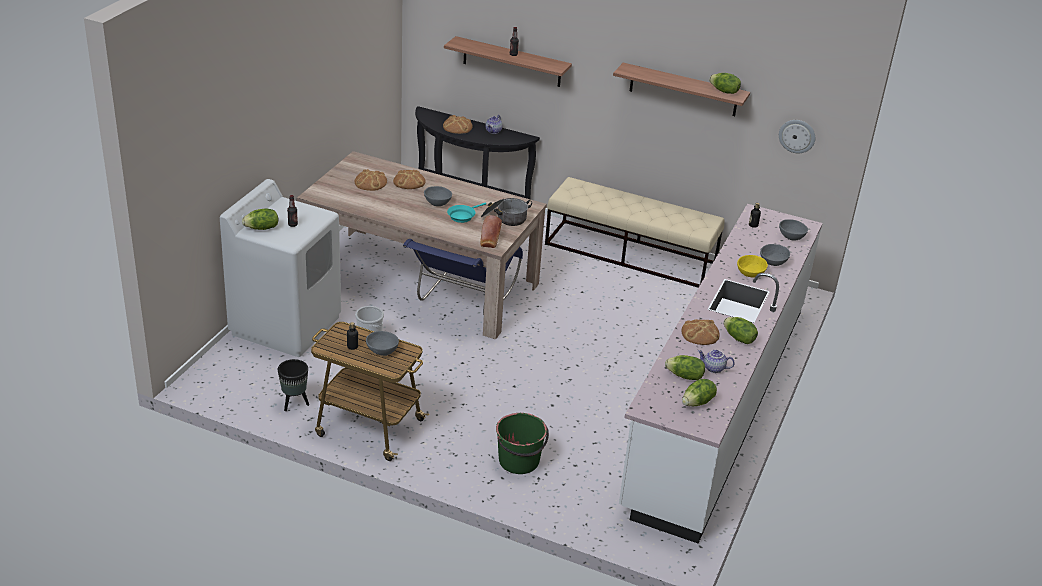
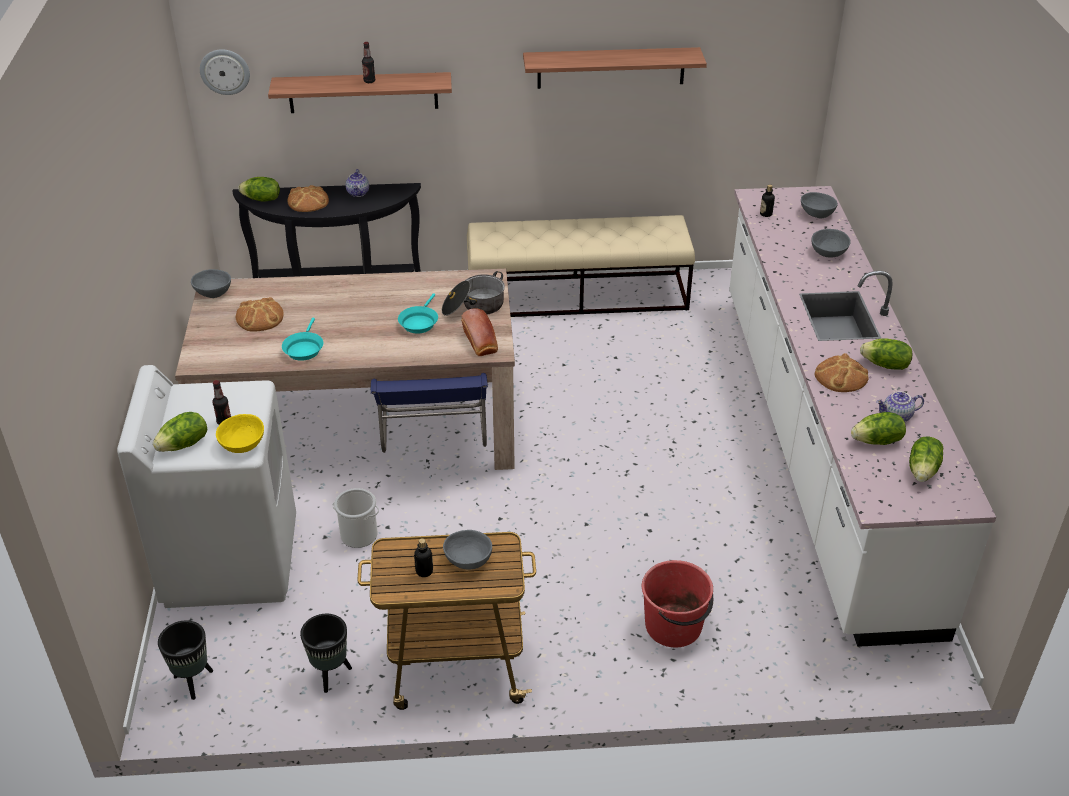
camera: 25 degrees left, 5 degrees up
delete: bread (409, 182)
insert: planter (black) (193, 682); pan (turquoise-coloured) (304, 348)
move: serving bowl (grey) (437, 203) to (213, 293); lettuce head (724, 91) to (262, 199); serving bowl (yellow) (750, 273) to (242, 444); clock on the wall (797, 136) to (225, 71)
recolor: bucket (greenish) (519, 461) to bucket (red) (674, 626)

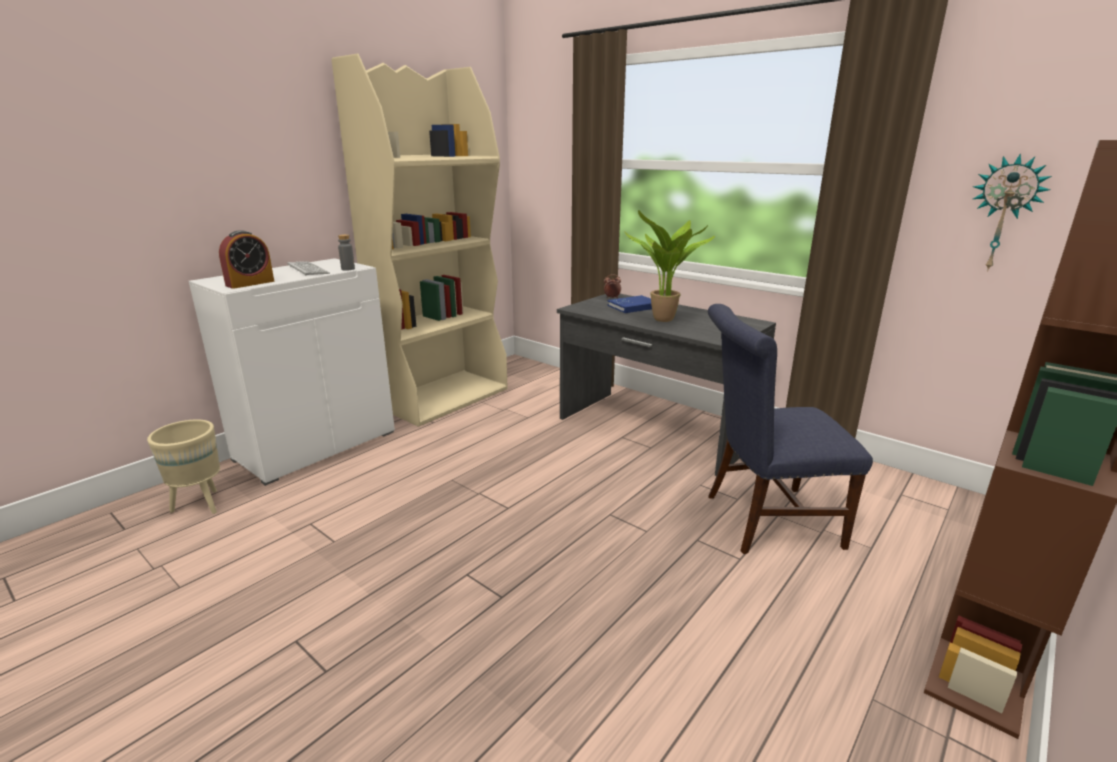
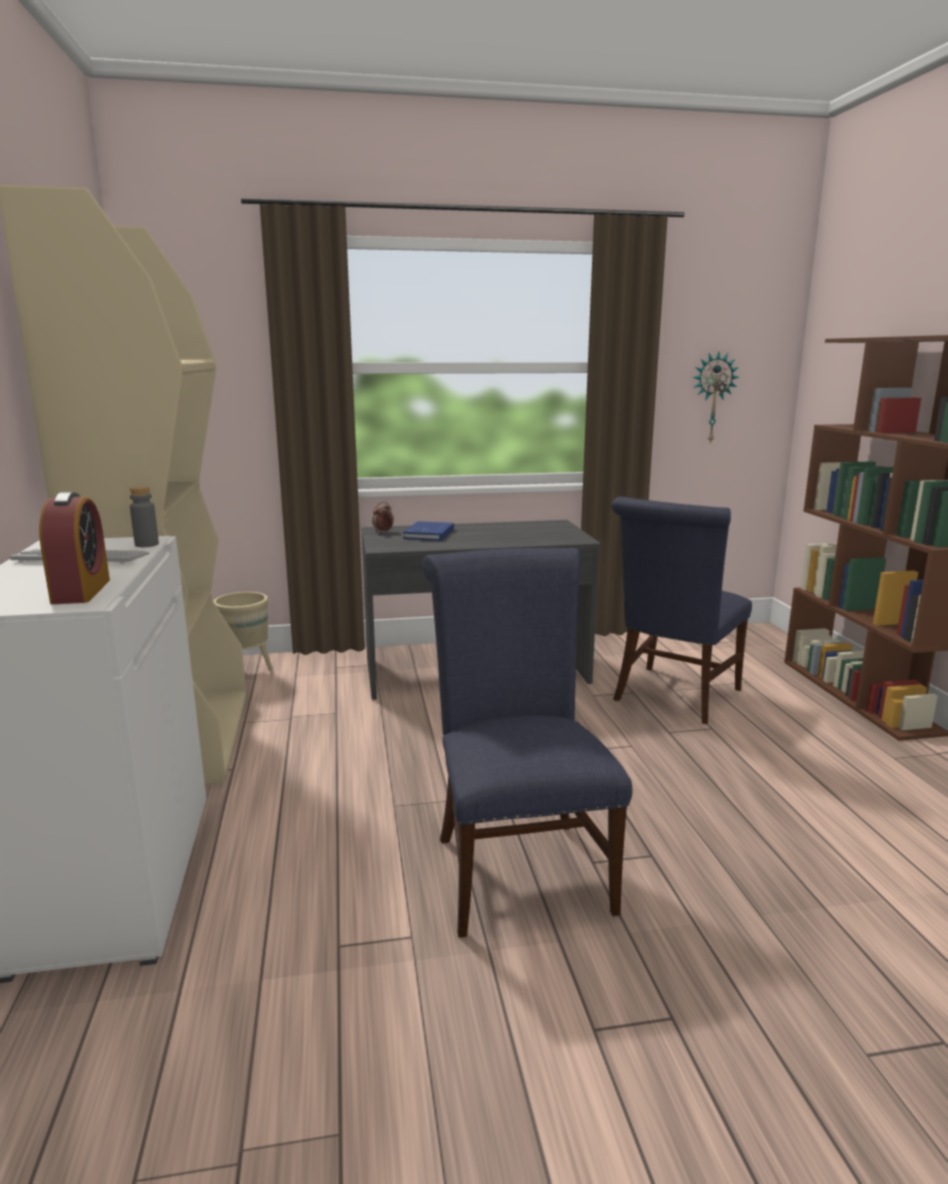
camera: 50 degrees left, 5 degrees down
delete: potted plant (665, 321)
insert: upright chair (bluish) (518, 866)
move: planter (sand-coloured) (200, 505) to (246, 673)

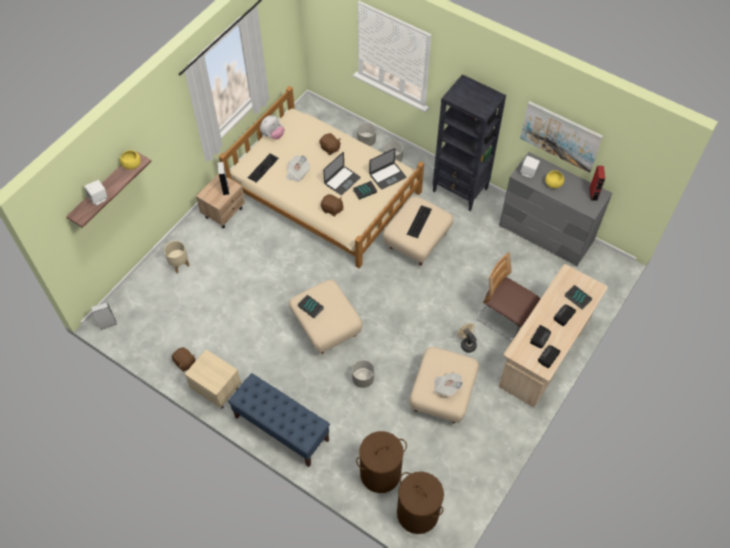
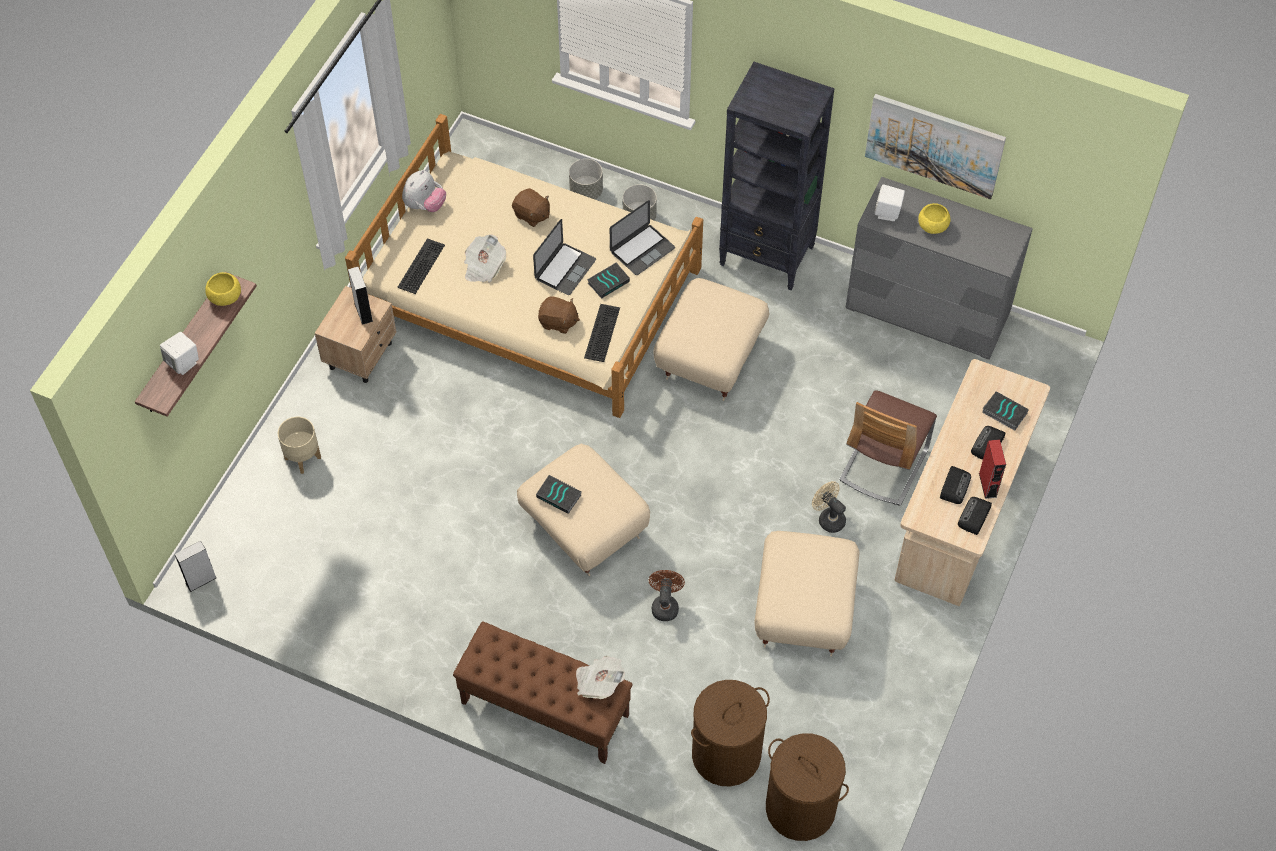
camera: 10 degrees left, 0 degrees up
delete: soft toy (brownish) (185, 363); nightstand (sand-coloured) (216, 389)
move: computer keyboard (418, 221) to (601, 332); newspaper (446, 387) to (598, 683); loudspeaker (red) (593, 194) to (987, 485)
replace: planter (grey) (363, 379) to electric fan (brownish) (665, 605)
recolor: long seat (bluish) (281, 428) to long seat (brownish) (544, 708)
rotate: upright chair (504, 317) = (884, 464) 90 degrees counterclockwise

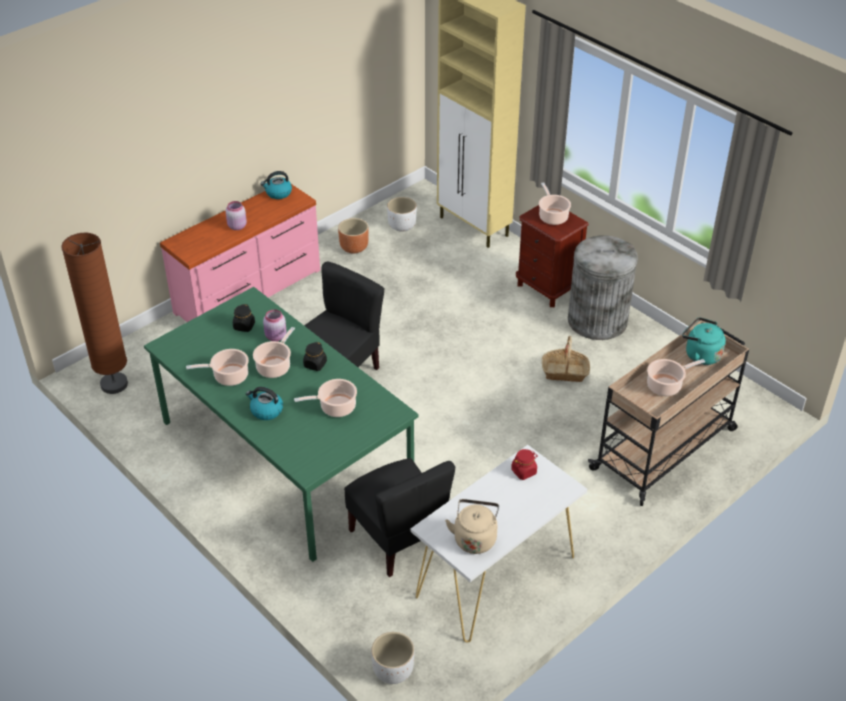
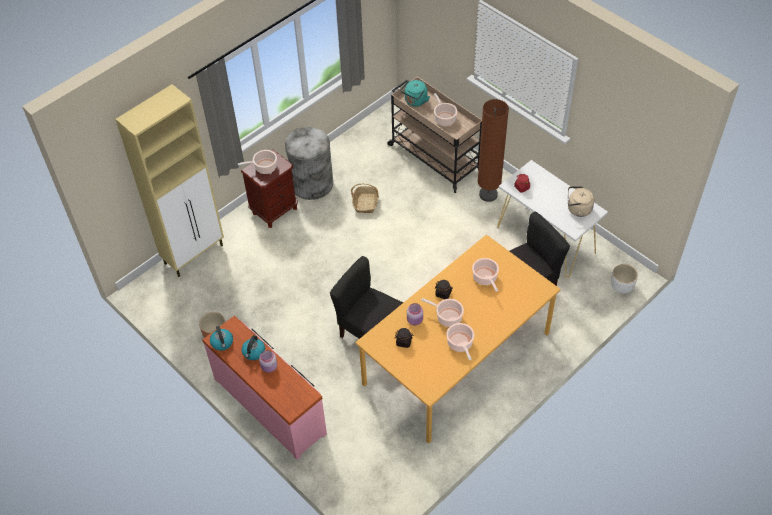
camera: 90 degrees left, 10 degrees up
delete: planter (white) (402, 226)
move: standard lamp (brownish) (114, 384) to (488, 195); kettle (266, 411) to (254, 352)
recolor: dinner table (greenish) (284, 456) to dinner table (orange-coloured) (457, 359)

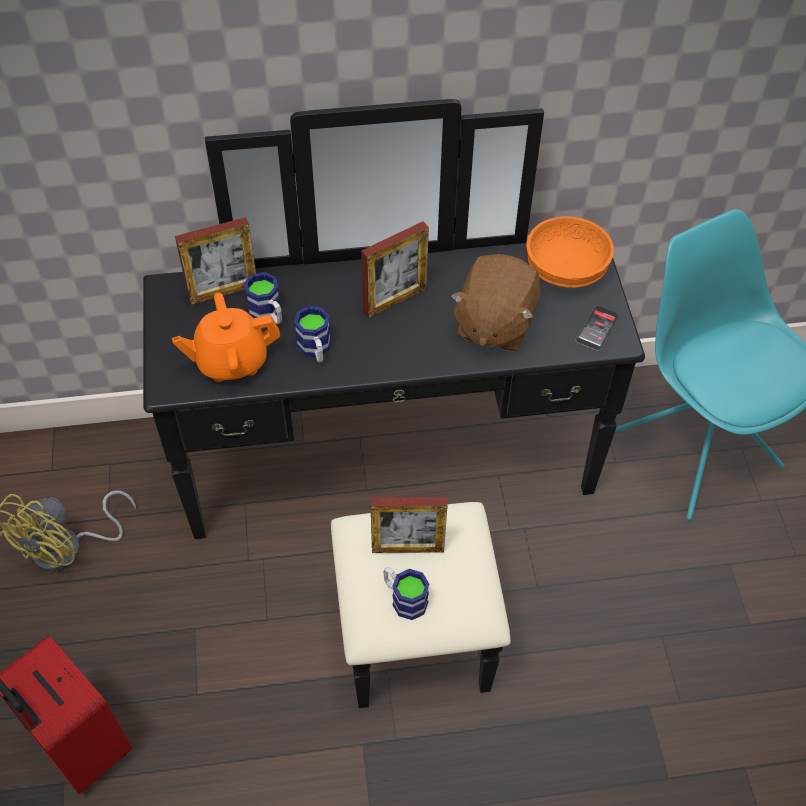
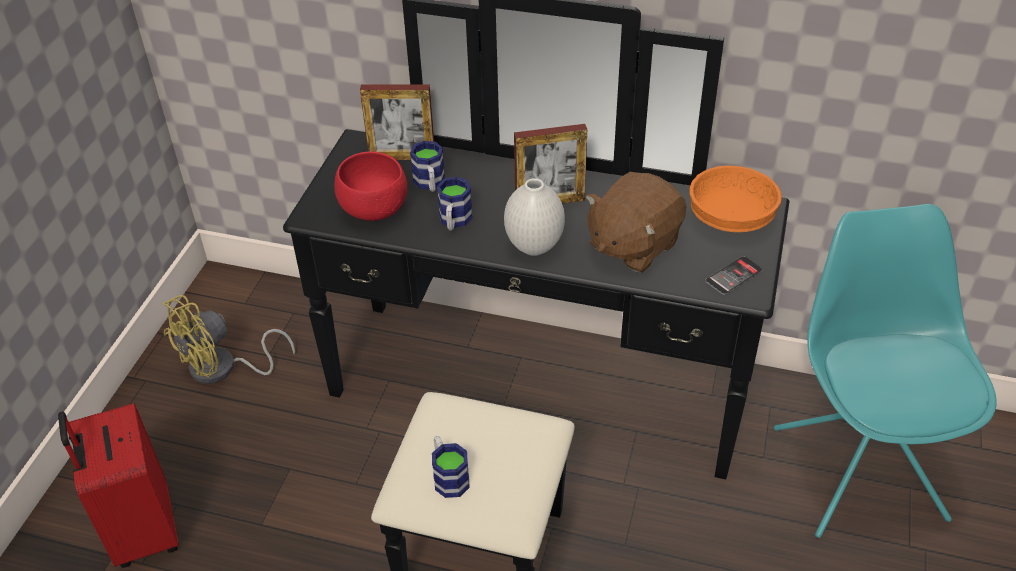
camera: 25 degrees right, 10 degrees down
delete: standing frame (407, 548)
insert: vase (white) (535, 247)
replace: tea pot (orange-coloured) (231, 361) to serving bowl (red) (376, 210)

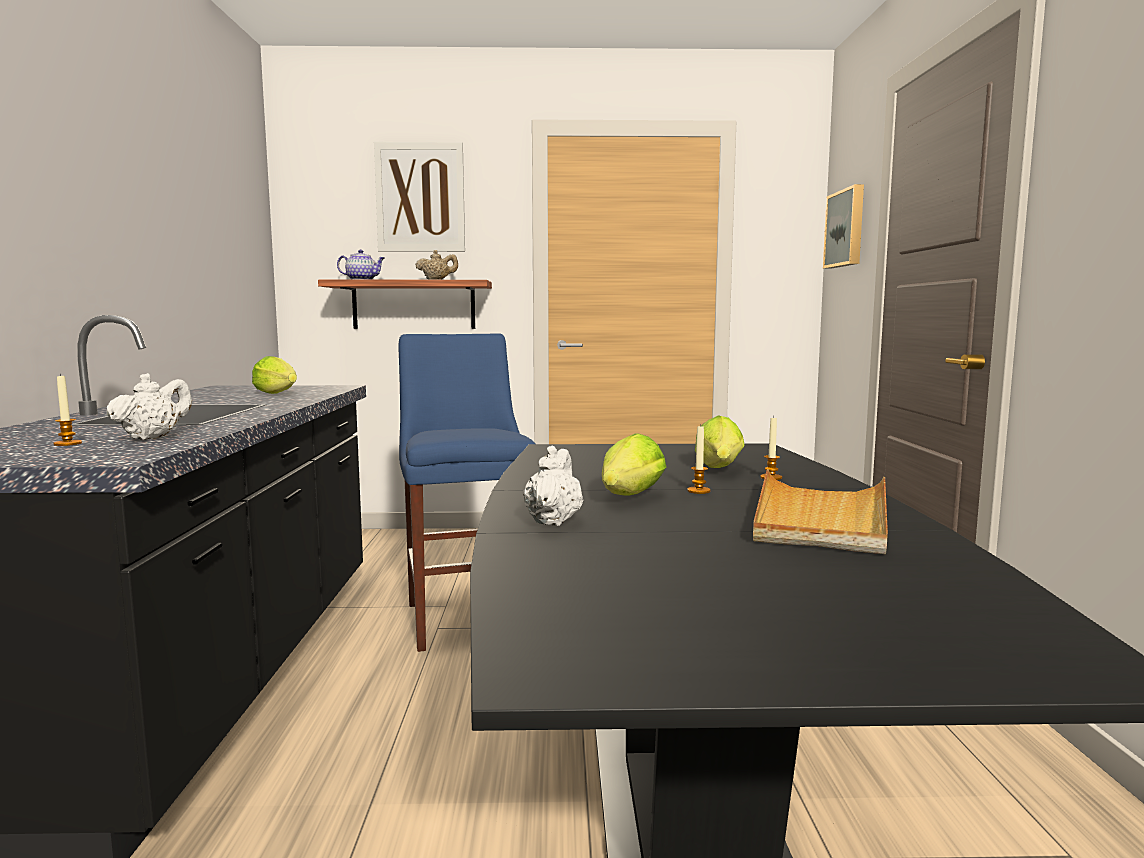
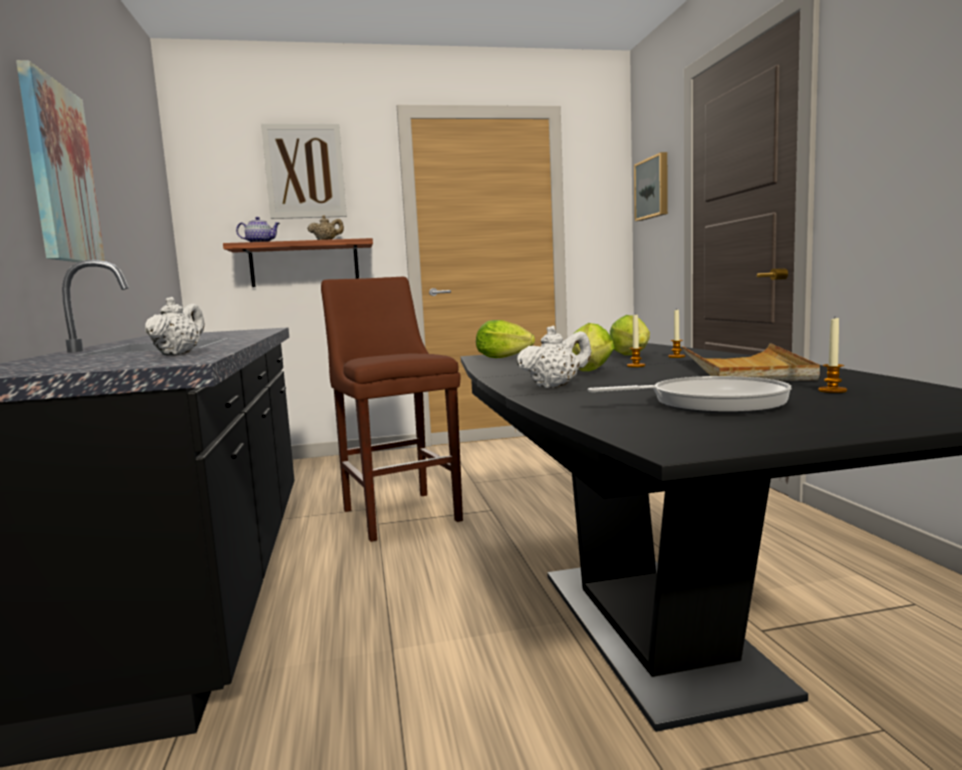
camera: 10 degrees left, 0 degrees up
insert: wall picture (59, 173); pan (709, 403)
move: wax candle (67, 443) to (832, 390); lettuce head (278, 394) to (506, 358)
recolor: sitting stool (bluish) (468, 617) to sitting stool (brownish) (399, 513)
rotate: tea pot (white) (553, 521) = (555, 386) 60 degrees clockwise

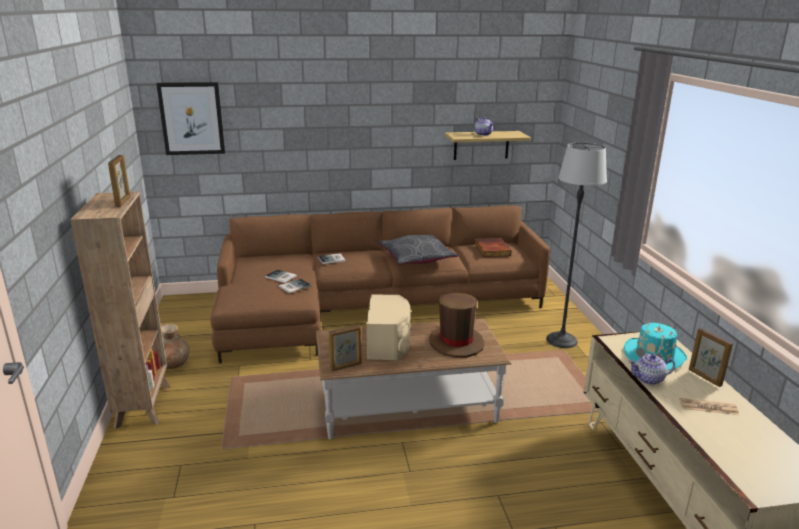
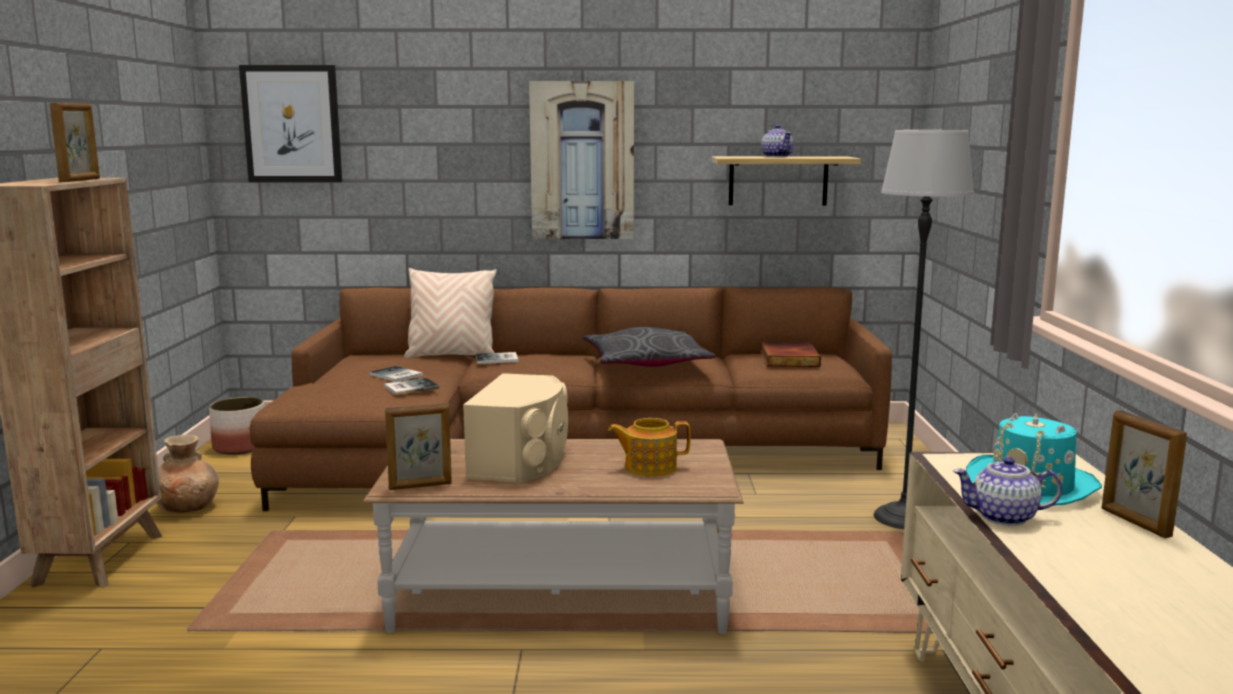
camera: 10 degrees right, 10 degrees down
delete: newspaper (708, 407)
insert: planter (240, 447); pillow (sand-coloured) (451, 355); wall picture (582, 161)
replace: wearable hat (brownish) (456, 343) to tea pot (649, 467)

